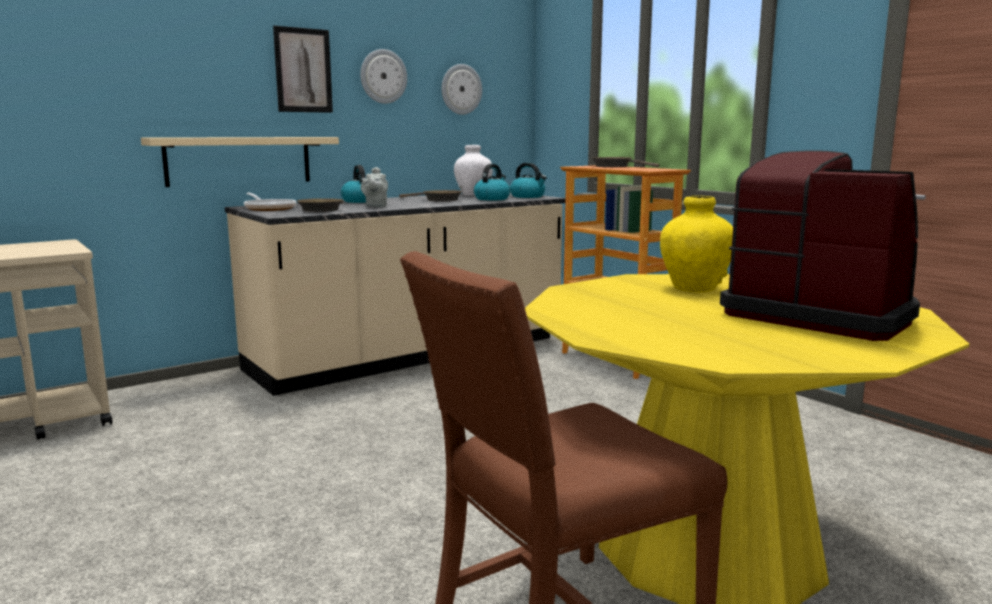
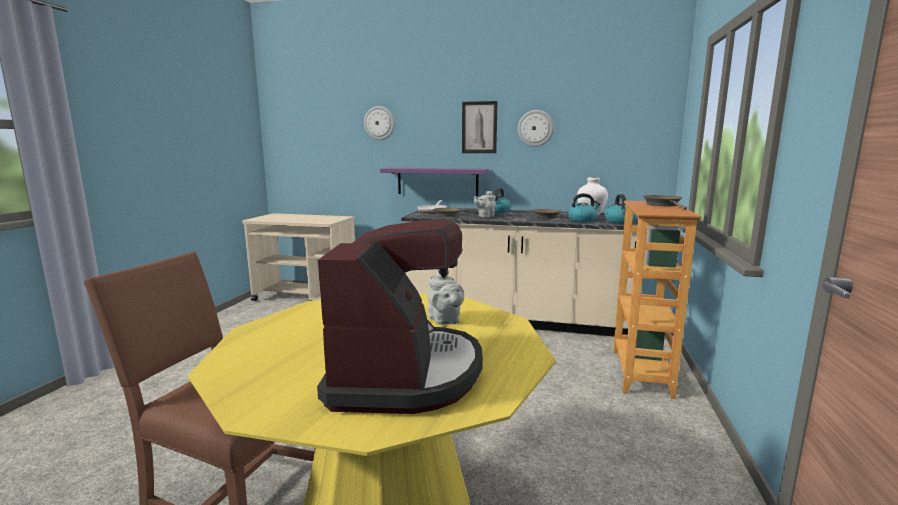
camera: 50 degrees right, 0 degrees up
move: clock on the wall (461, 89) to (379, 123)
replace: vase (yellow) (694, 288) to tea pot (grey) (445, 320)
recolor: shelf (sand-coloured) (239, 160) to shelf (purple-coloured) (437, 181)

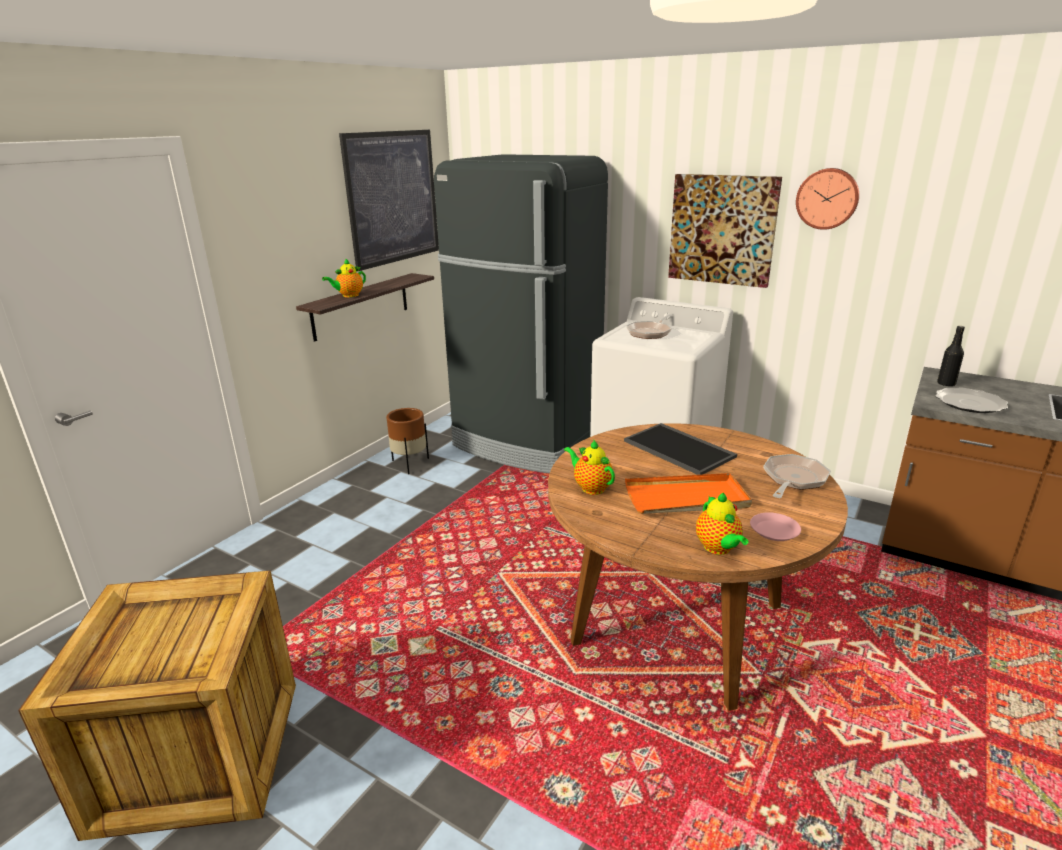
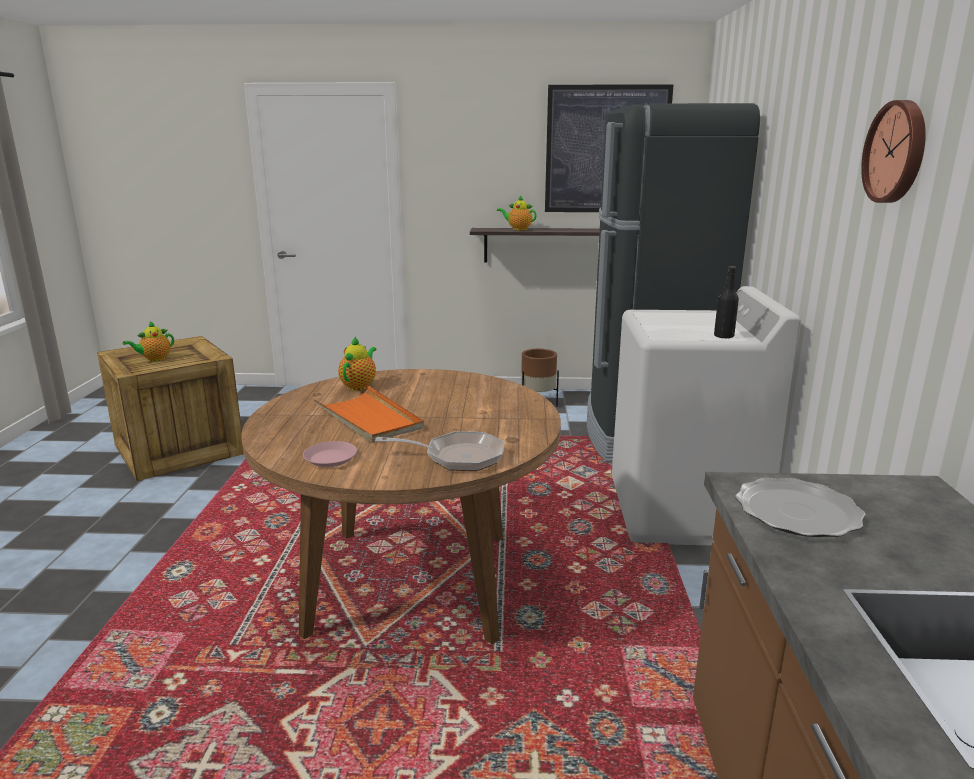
camera: 60 degrees right, 5 degrees down
delete: serving tray (680, 449); pan (650, 332); wall picture (722, 229)
move: tea pot (718, 548) to (154, 359); beverage bottle (black) (946, 384) to (723, 336)

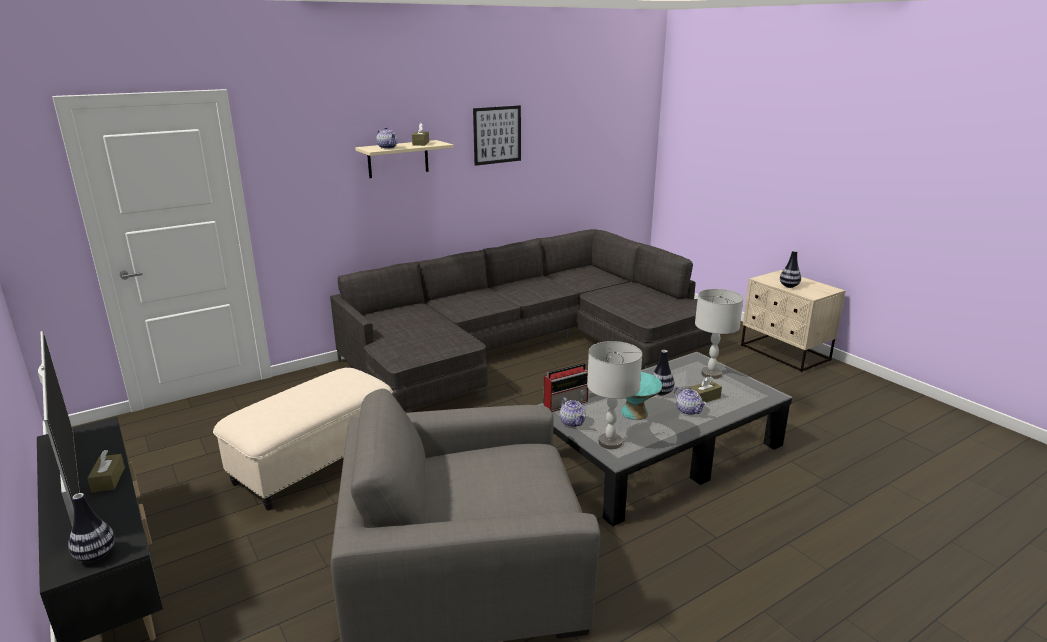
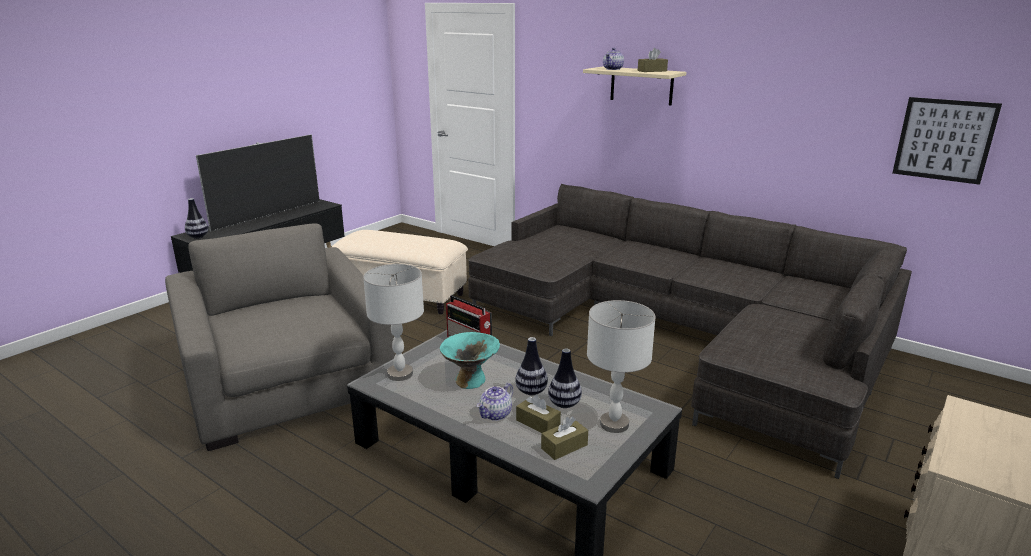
camera: 70 degrees right, 0 degrees up
delete: tea pot (573, 422)
move: tissue box (brownish) (108, 479) to (564, 446); wall picture (497, 135) to (944, 140); vase (789, 286) to (564, 404)

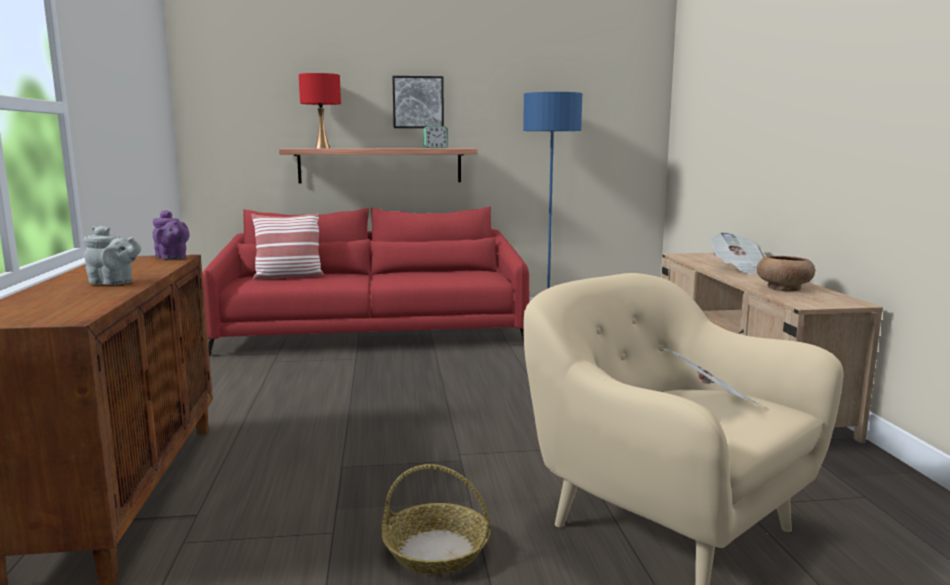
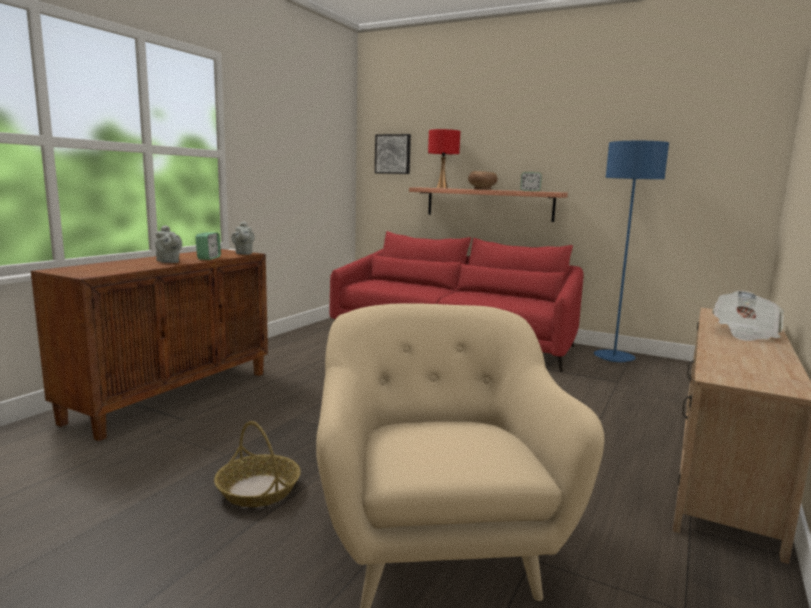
camera: 35 degrees right, 0 degrees up
delete: pillow (288, 276); newspaper (709, 401)
insert: bedside clock (209, 258)
move: wall picture (418, 102) to (393, 154); serving bowl (brownish) (783, 288) to (482, 189)
recolor: tea pot (purple-coloured) (172, 258) to tea pot (grey) (243, 253)

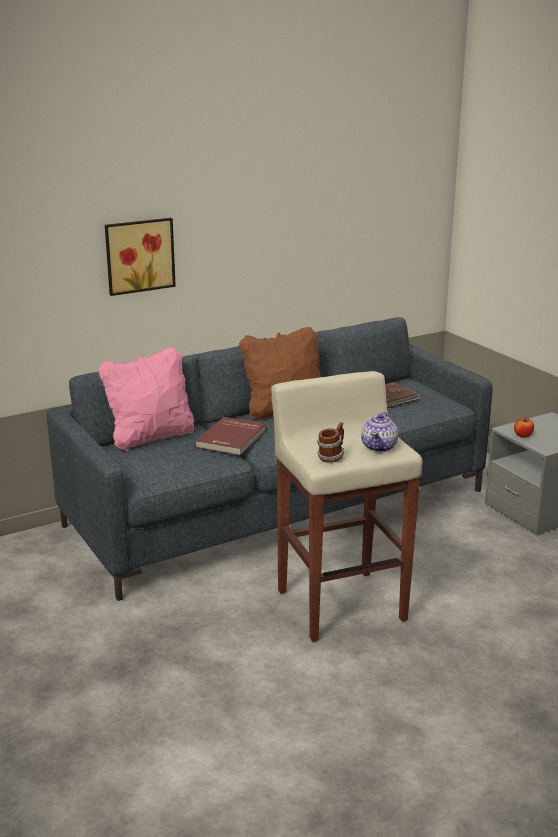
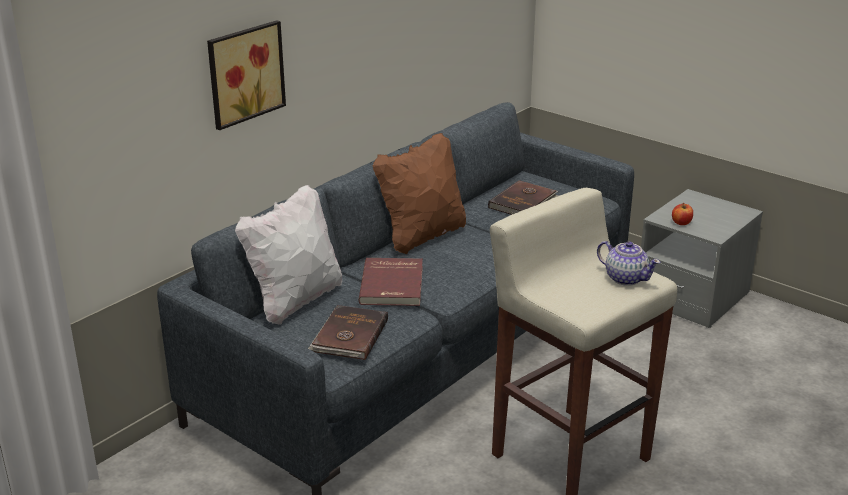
camera: 20 degrees left, 5 degrees up
delete: coffee mug (331, 457)
insert: bound book (brownish) (349, 336)
recolor: pillow (pink) (151, 437) to pillow (white) (295, 300)
rotate: tea pot (379, 447) = (625, 278) 45 degrees counterclockwise

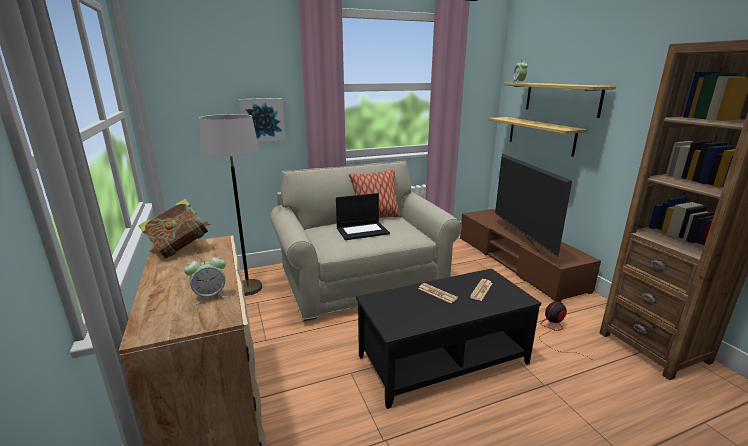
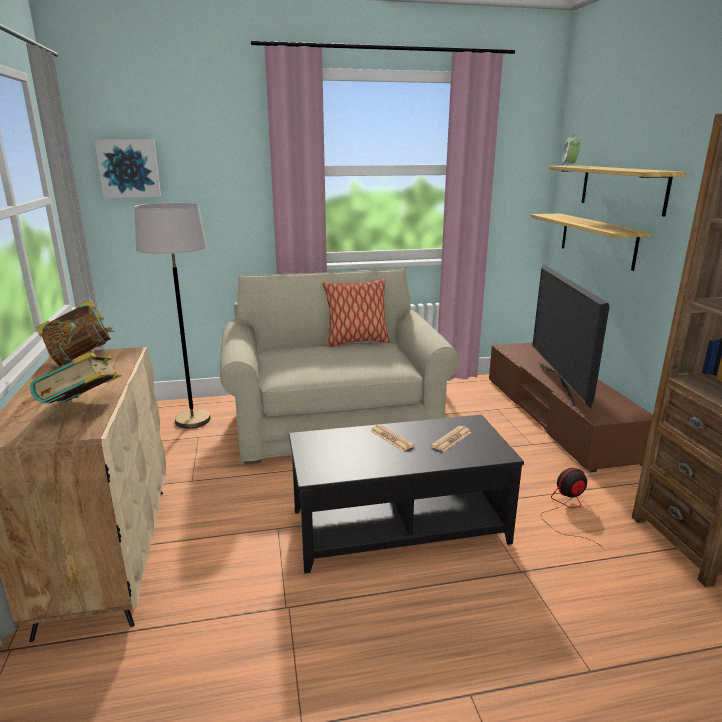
camera: 10 degrees right, 0 degrees up
delete: laptop (363, 230)
move: wall picture (262, 119) to (129, 168)
replace: bedside clock (210, 296) to bound book (83, 408)

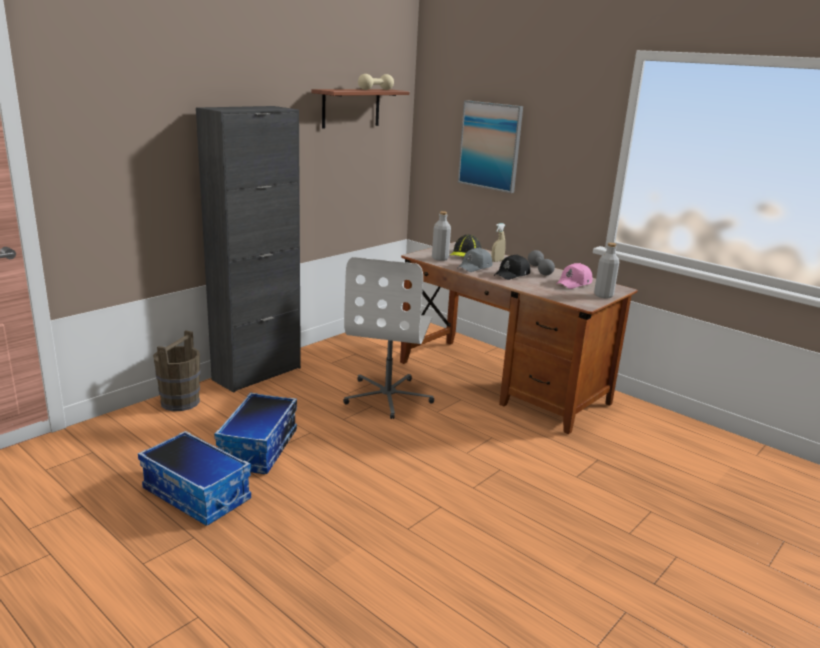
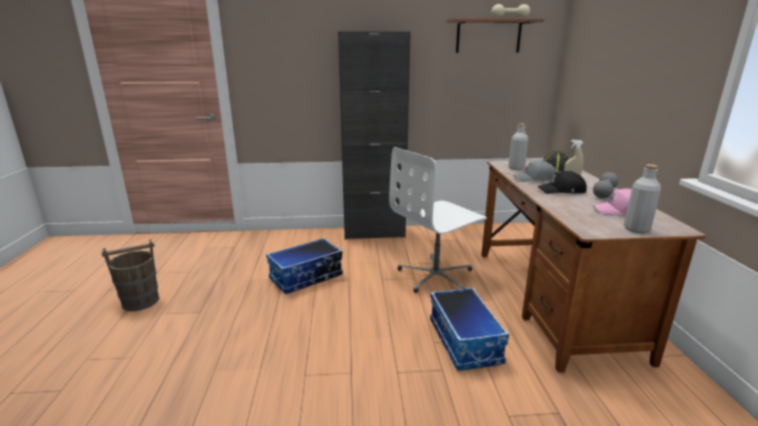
camera: 45 degrees right, 0 degrees up
delete: wall picture (490, 146)
move: storage container (198, 494) to (465, 341); bucket (brownish) (180, 402) to (140, 301)

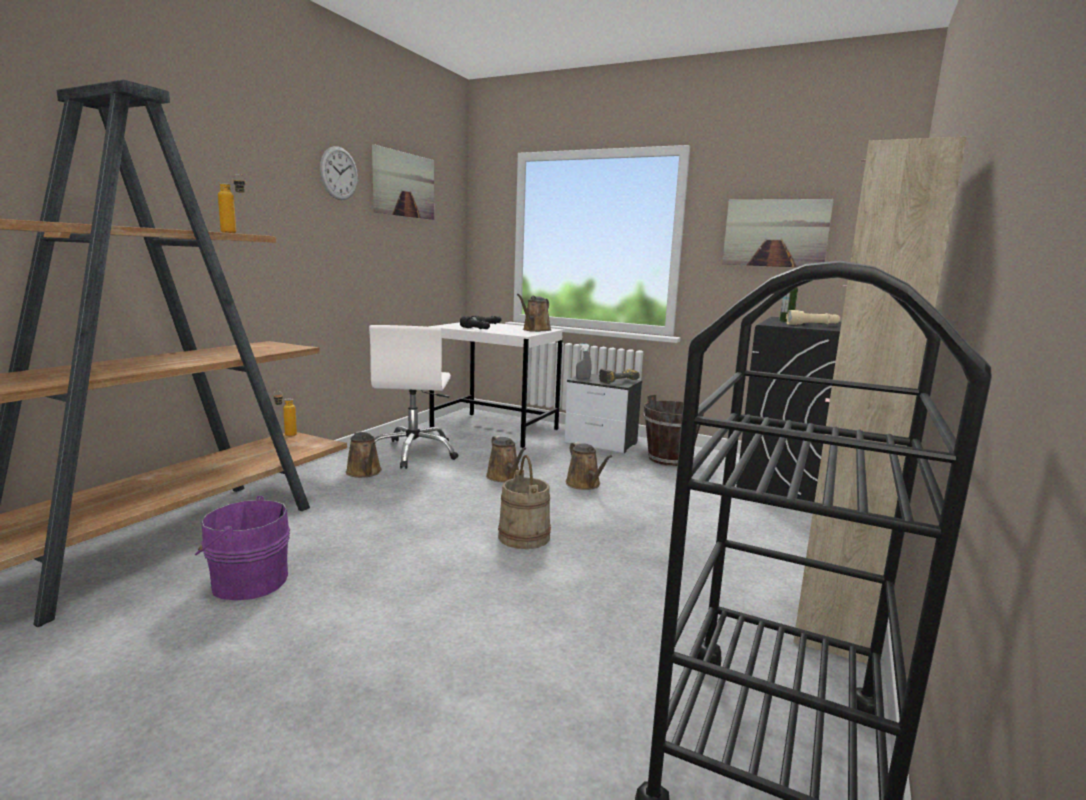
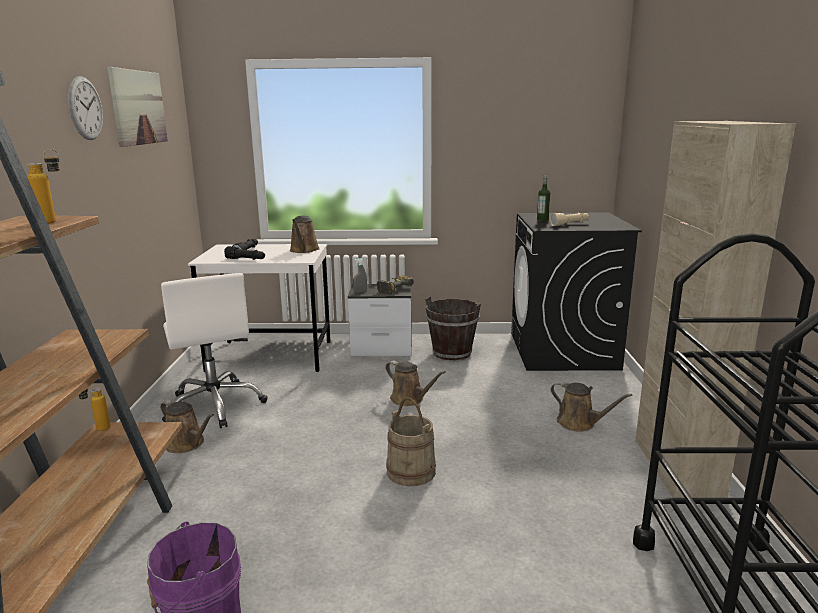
camera: 25 degrees left, 5 degrees up
delete: wall picture (775, 233)
move: sprinkling can (brownish) (505, 477) to (579, 423)

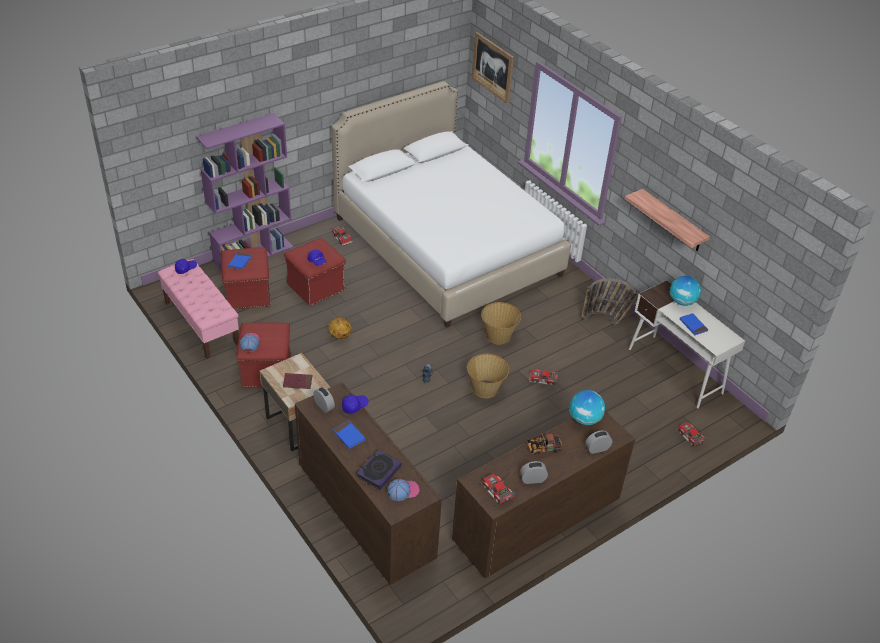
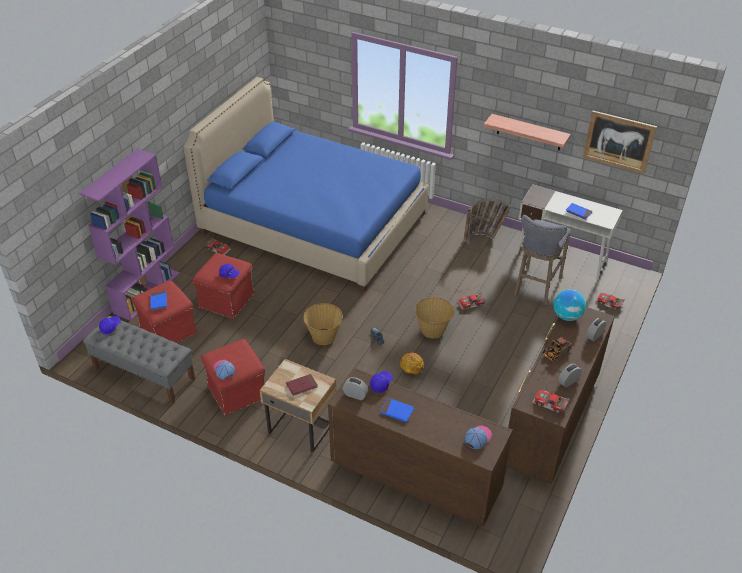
camera: 25 degrees left, 0 degrees up
delete: bound book (378, 471); world globe (682, 301)
insert: sitting stool (grey) (536, 288)
move: basketball ball (340, 336) to (411, 371); wall picture (492, 67) to (618, 141); storage basket (498, 336) to (324, 336)
recolor: long seat (pink) (201, 323) to long seat (grey) (144, 374); bedroom bed (white) (446, 246) to bedroom bed (bluish) (314, 224)

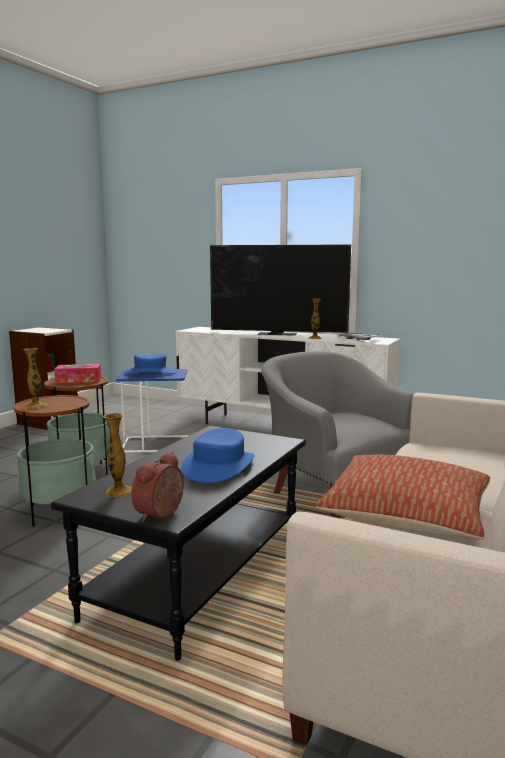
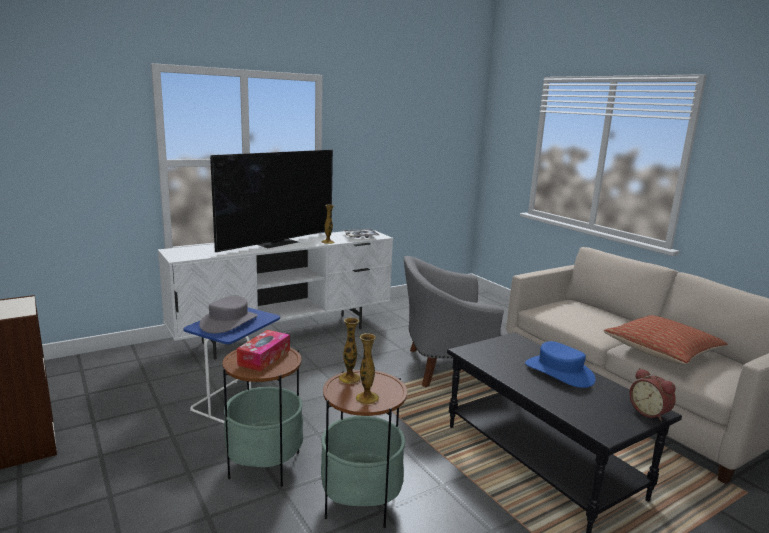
camera: 60 degrees left, 5 degrees up
move: vase (119, 491) to (349, 378)
recolor: wearable hat (bluish) (150, 373) to wearable hat (grey) (229, 322)

